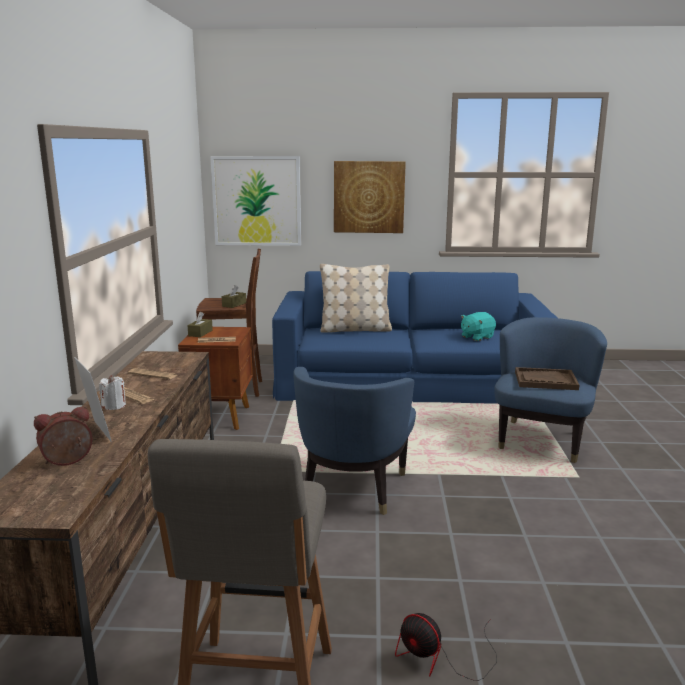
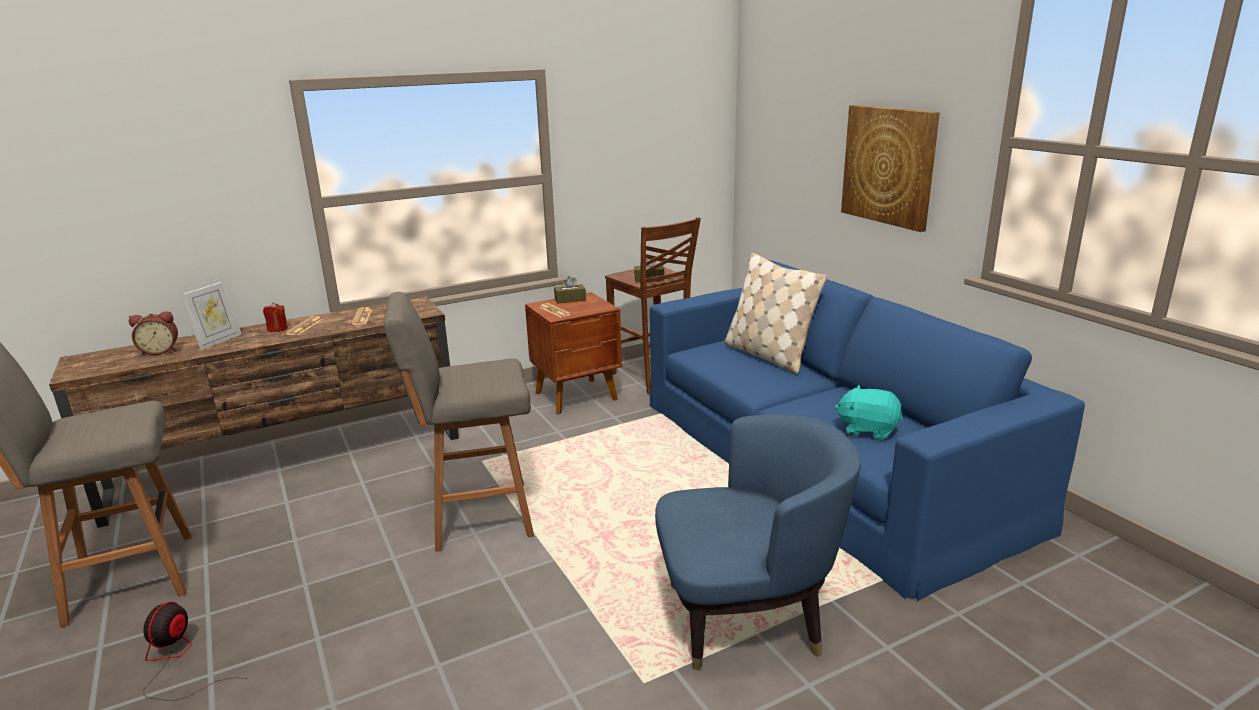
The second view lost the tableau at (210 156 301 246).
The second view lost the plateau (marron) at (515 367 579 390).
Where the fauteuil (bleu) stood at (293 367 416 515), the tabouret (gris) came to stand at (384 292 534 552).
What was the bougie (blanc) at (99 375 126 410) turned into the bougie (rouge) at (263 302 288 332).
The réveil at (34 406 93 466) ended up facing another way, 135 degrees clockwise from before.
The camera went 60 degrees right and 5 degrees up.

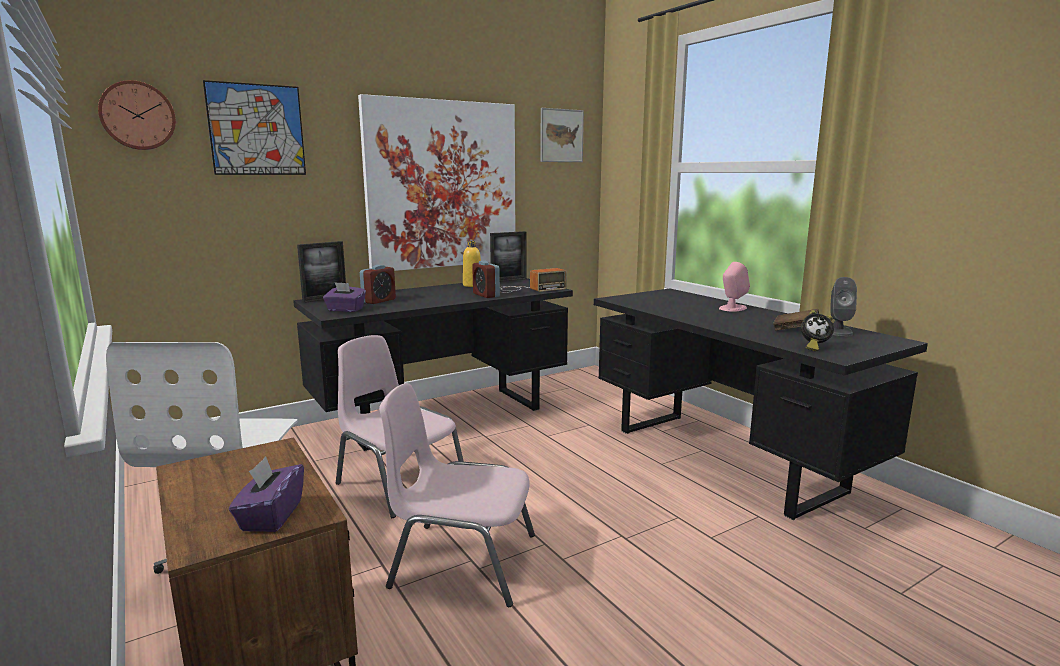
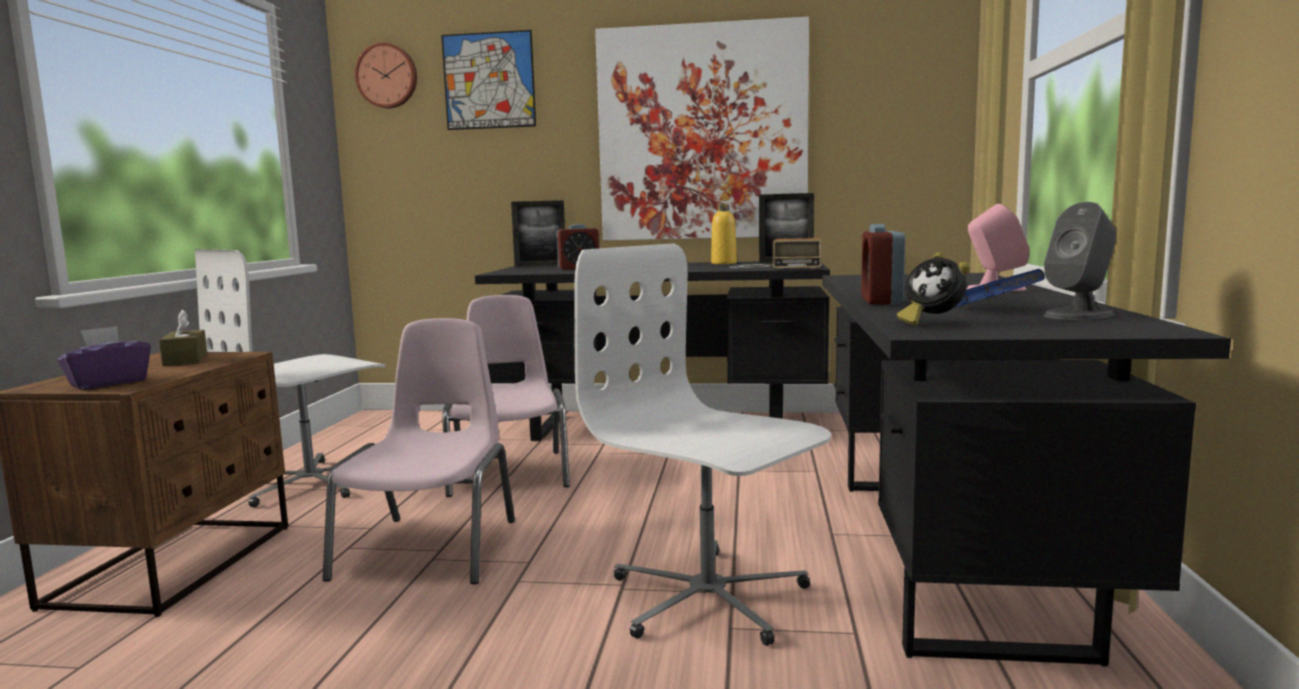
The second view lost the boîte à mouchoirs (violet) at (323 282 366 312).
The second view lost the tableau at (540 108 584 162).
The second view gained the boîte à mouchoirs (marron) at (159 310 207 366).
The second view gained the chaise de bureau (blanc) at (574 243 831 646).
The réveil ended up elsewhere, having gone from (472 261 500 298) to (861 224 905 305).
What was the livre (marron) at (773 309 819 331) turned into the livre (bleu) at (955 269 1045 308).
The chaise (rose) at (379 383 535 607) ended up facing another way, 45 degrees clockwise from before.
The camera went 40 degrees right and 5 degrees down.

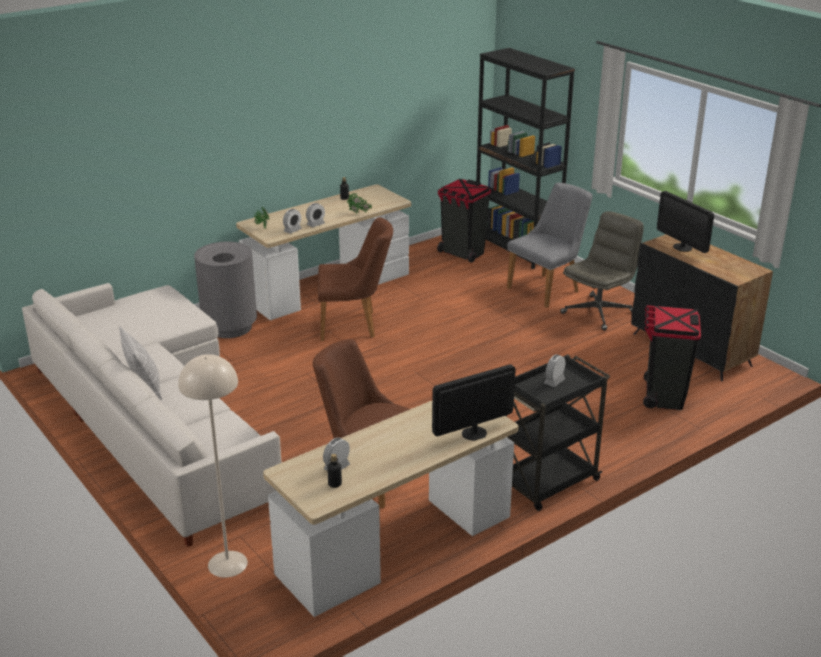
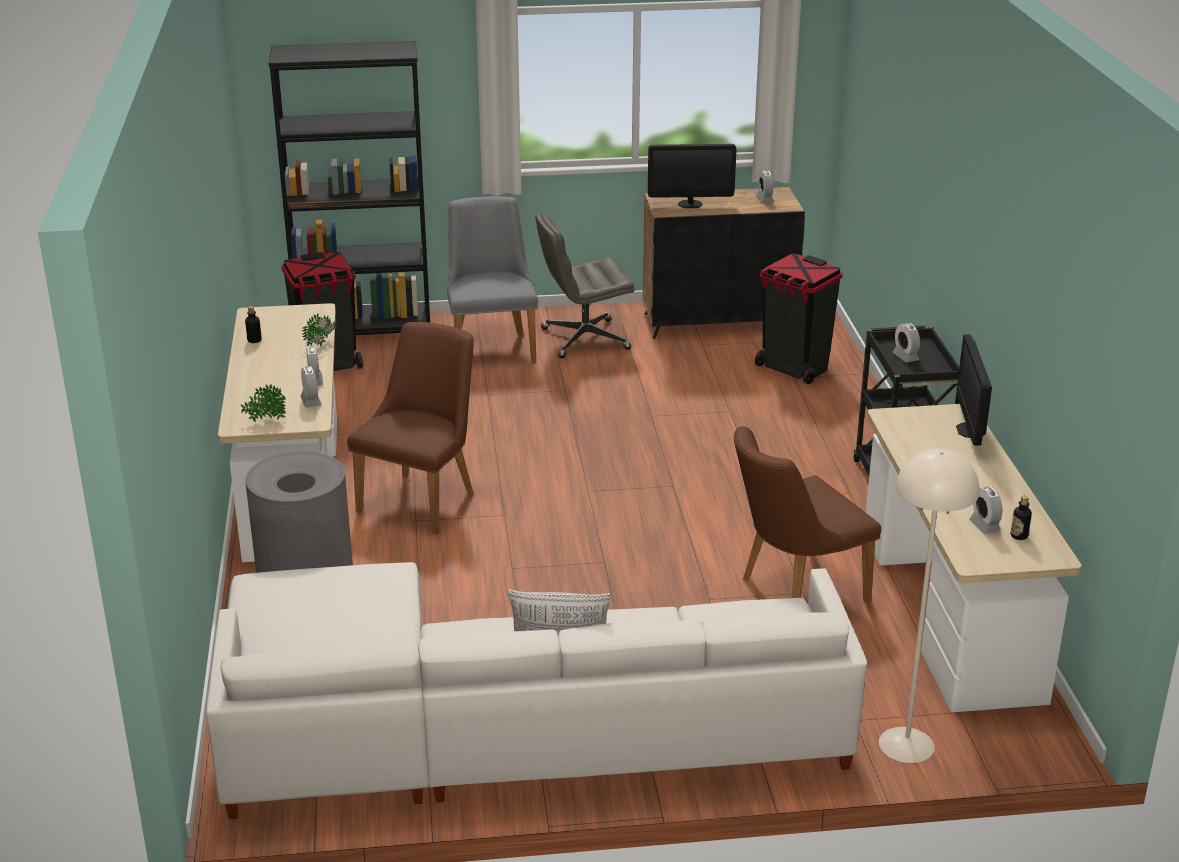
The second view gained the réveil at (756 170 774 203).
The chaise de bureau (gris) at (560 211 644 331) ended up facing another way, 90 degrees counterclockwise from before.
The camera went 60 degrees left and 0 degrees up.

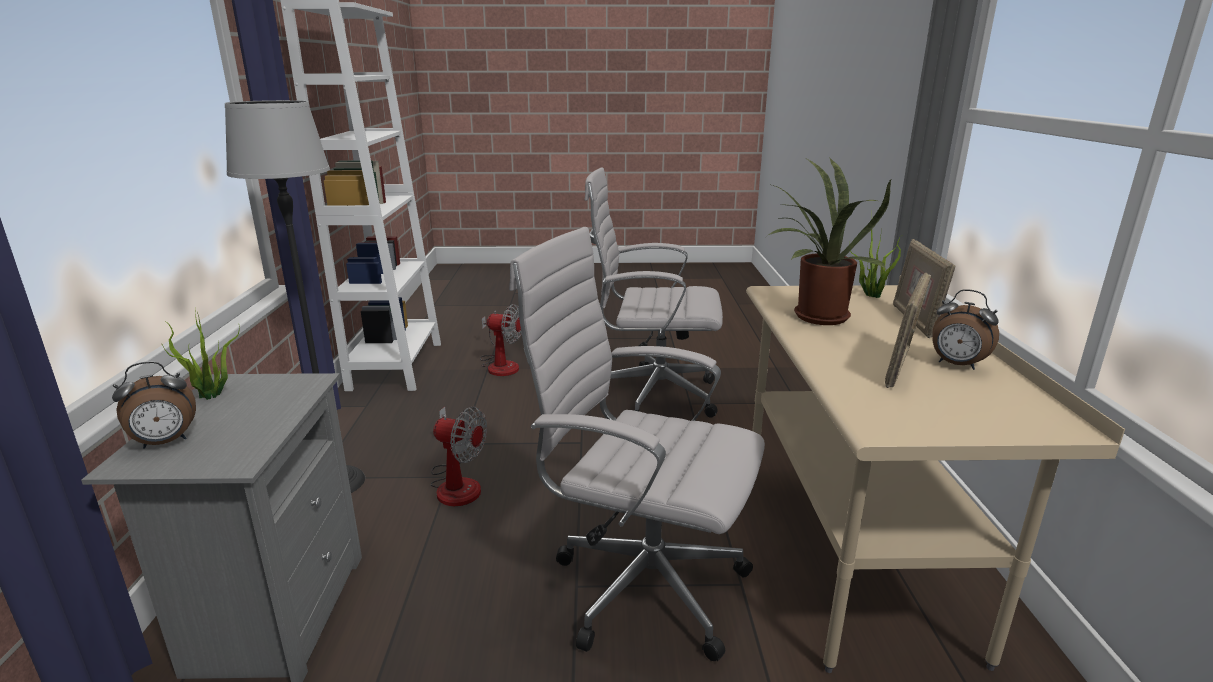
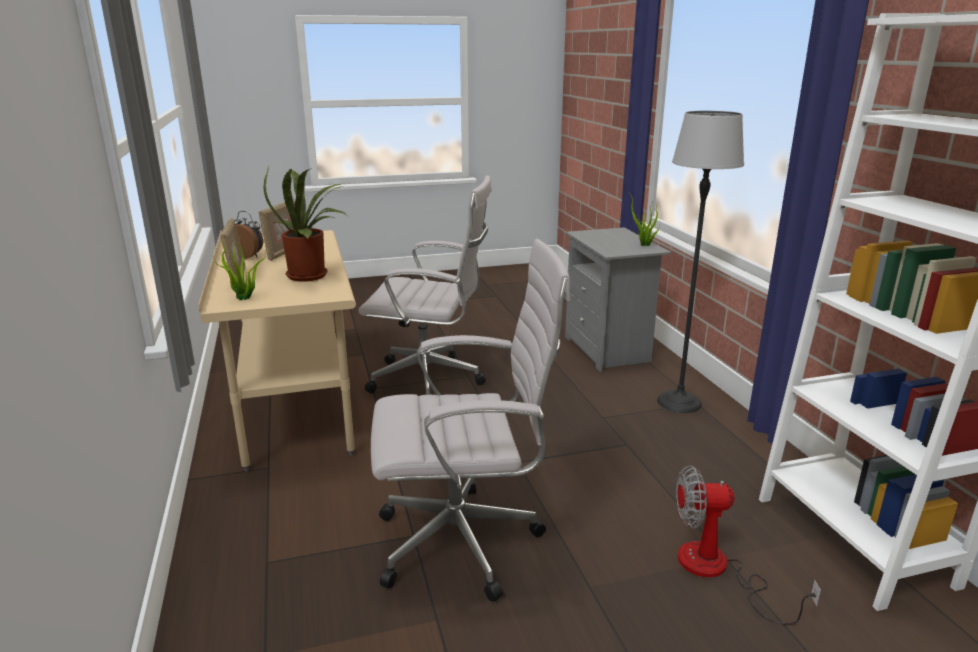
The second view lost the réveil at (112 361 196 449).
The second view lost the ventilateur at (431 407 487 506).
The camera went 165 degrees right and 0 degrees up.

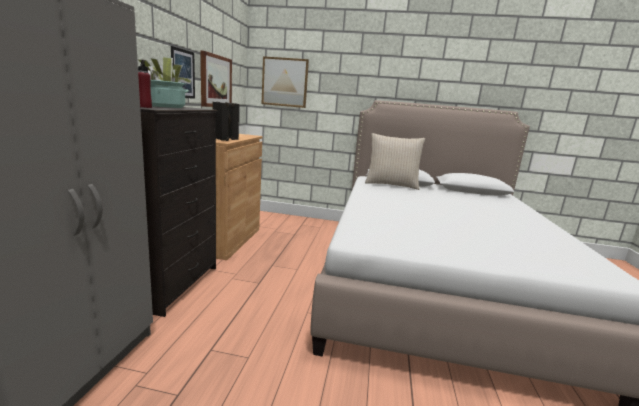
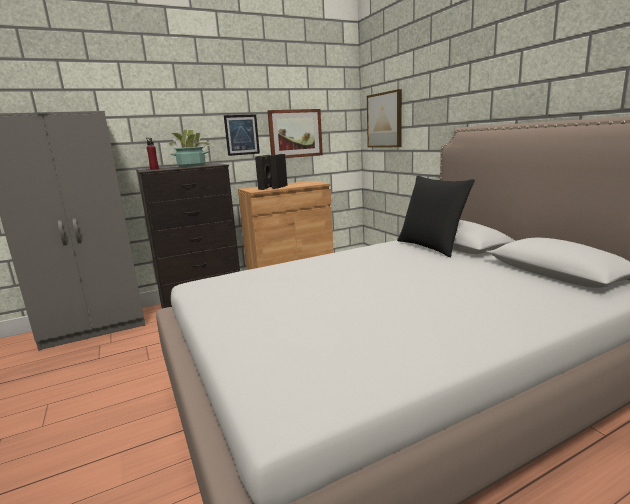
What was the coussin (beige) at (365 133 425 190) turned into the coussin (noir) at (397 175 475 257).
The camera went 55 degrees right and 0 degrees up.

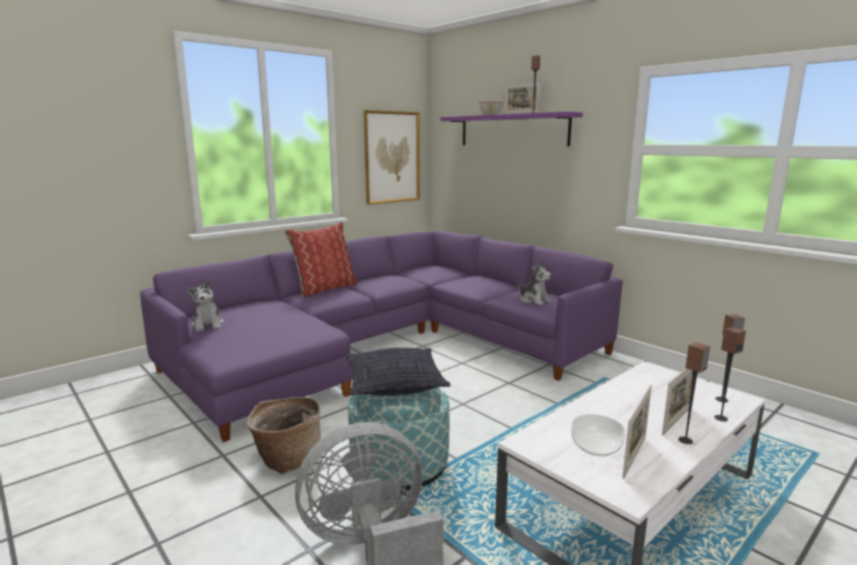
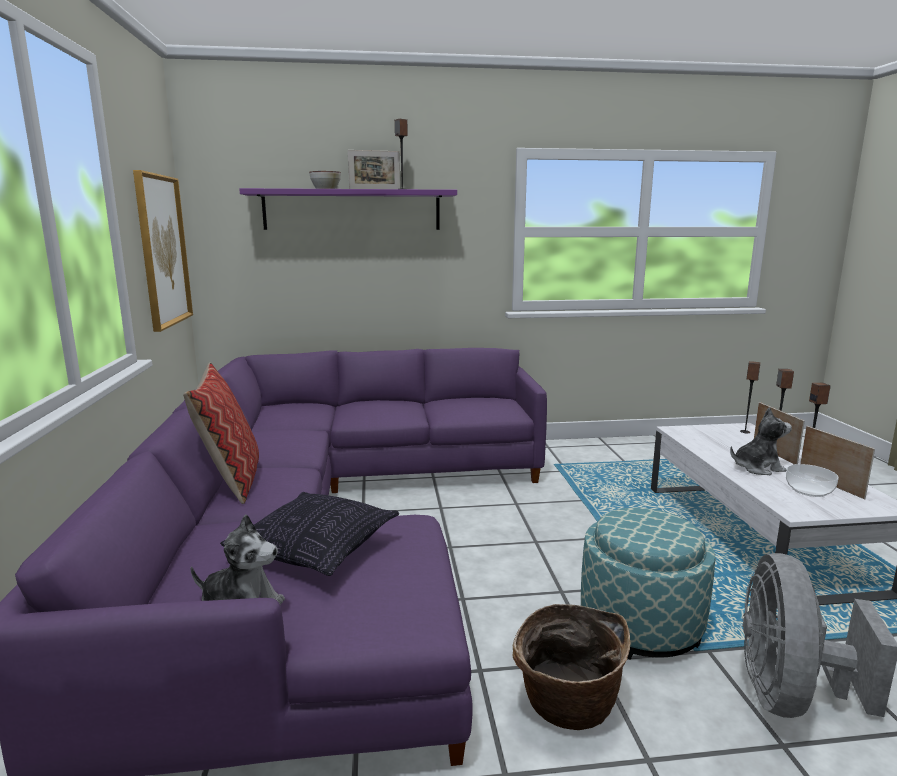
The coussin ended up elsewhere, having gone from (346 348 451 396) to (220 492 399 576).
The peluche ended up elsewhere, having gone from (517 260 552 305) to (730 407 792 475).
The camera went 55 degrees left and 0 degrees up.

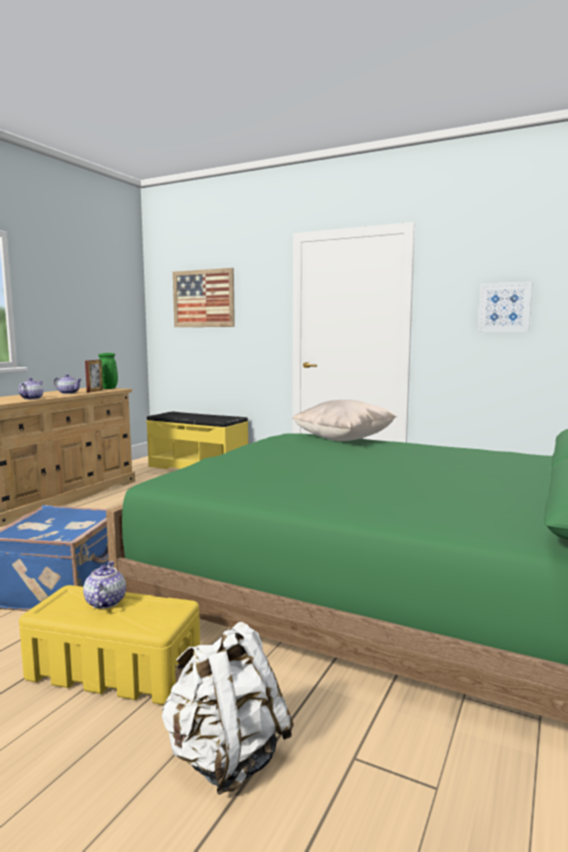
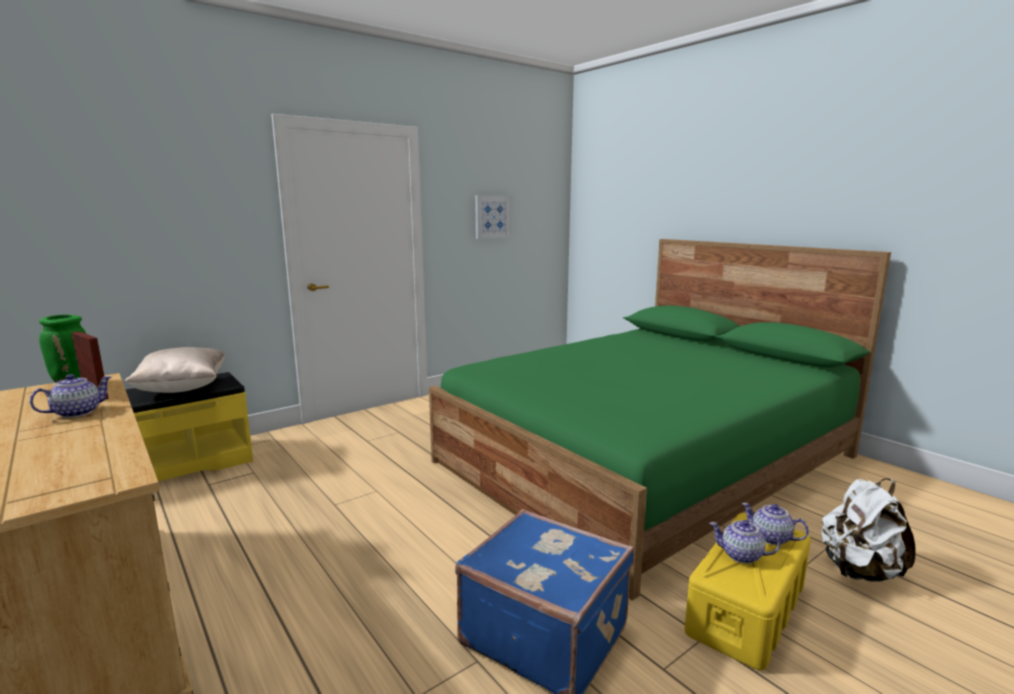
The second view lost the tableau at (173 268 235 327).
The théière ended up elsewhere, having gone from (18 378 43 400) to (742 503 809 545).
The coussin (beige) ended up elsewhere, having gone from (292 400 397 441) to (124 347 226 393).
The camera went 65 degrees left and 5 degrees up.

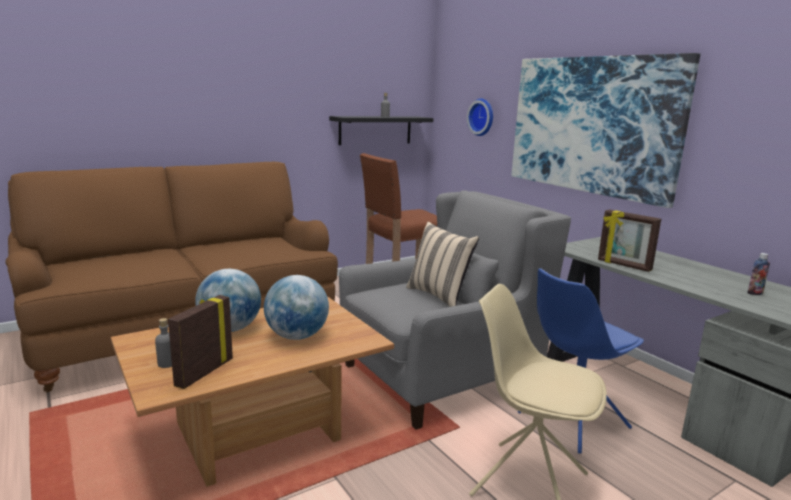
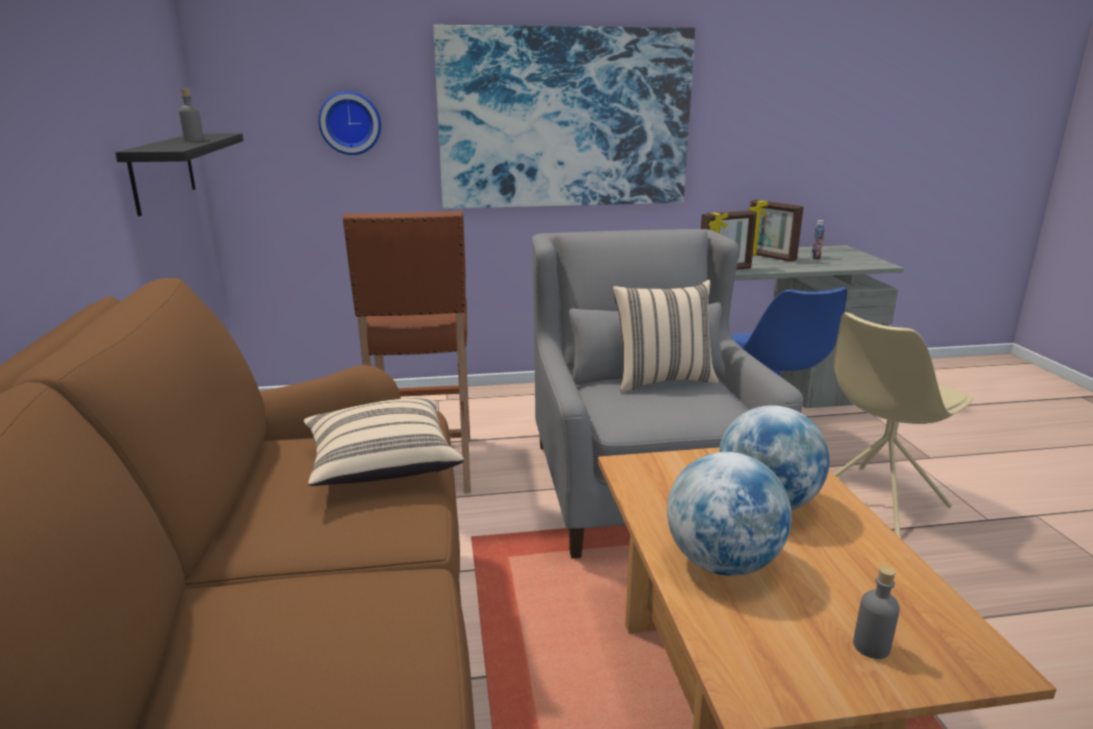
The second view gained the coussin (beige) at (304 398 464 486).
The cadre photo ended up elsewhere, having gone from (168 295 233 389) to (749 200 804 262).
The camera went 65 degrees left and 5 degrees up.

